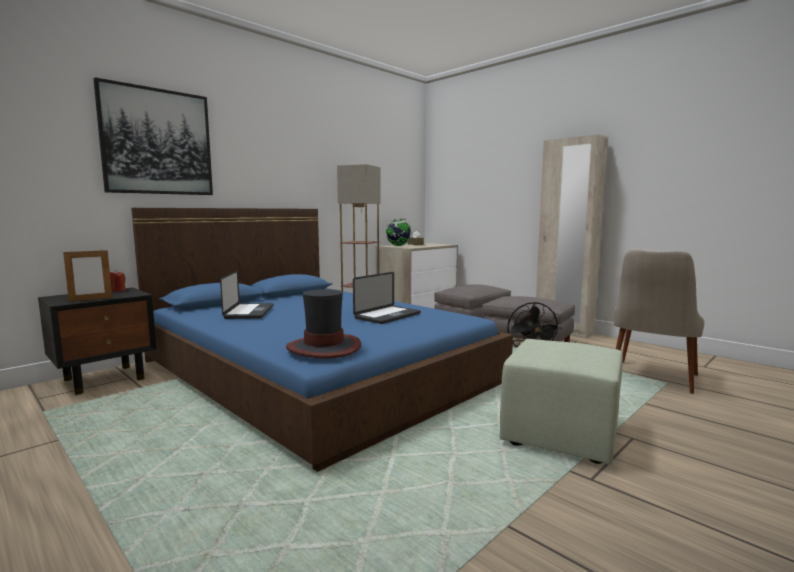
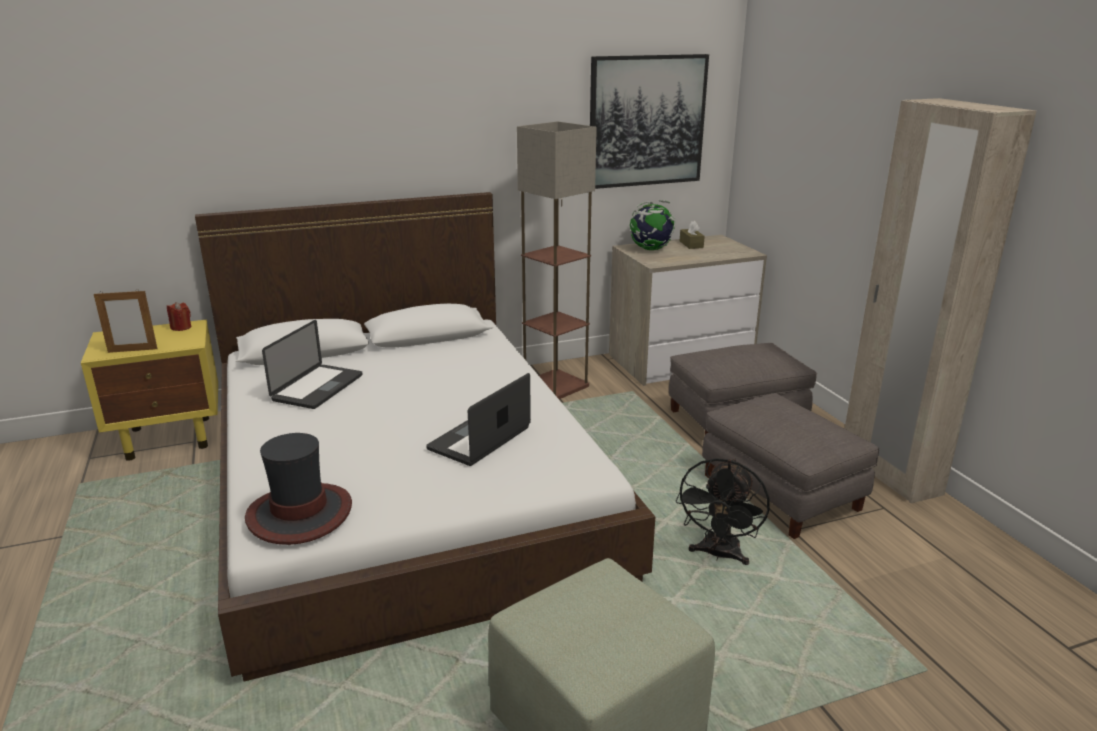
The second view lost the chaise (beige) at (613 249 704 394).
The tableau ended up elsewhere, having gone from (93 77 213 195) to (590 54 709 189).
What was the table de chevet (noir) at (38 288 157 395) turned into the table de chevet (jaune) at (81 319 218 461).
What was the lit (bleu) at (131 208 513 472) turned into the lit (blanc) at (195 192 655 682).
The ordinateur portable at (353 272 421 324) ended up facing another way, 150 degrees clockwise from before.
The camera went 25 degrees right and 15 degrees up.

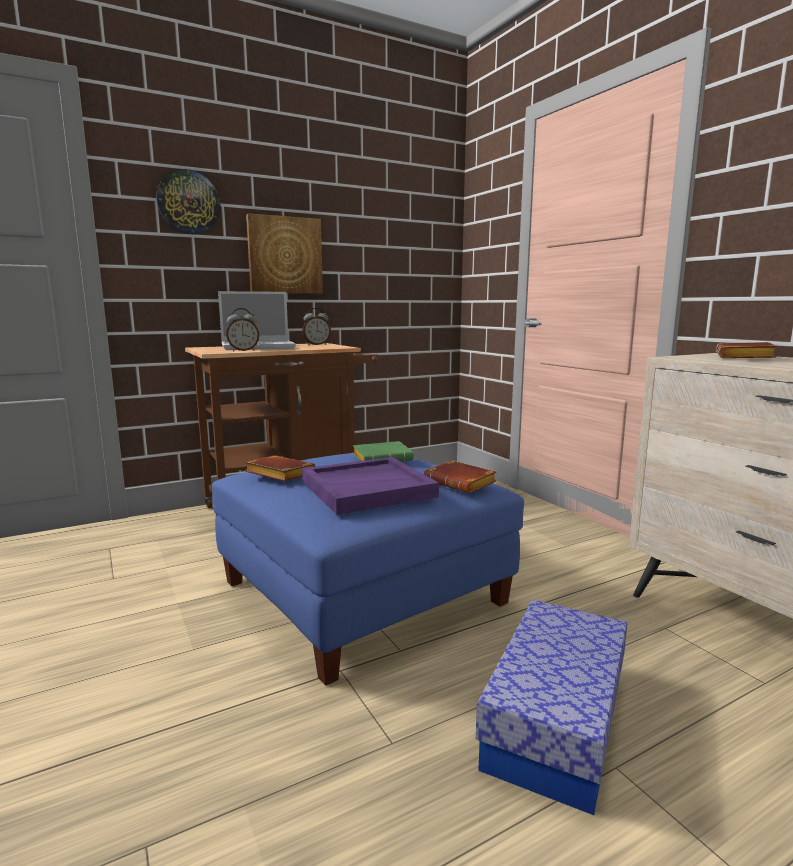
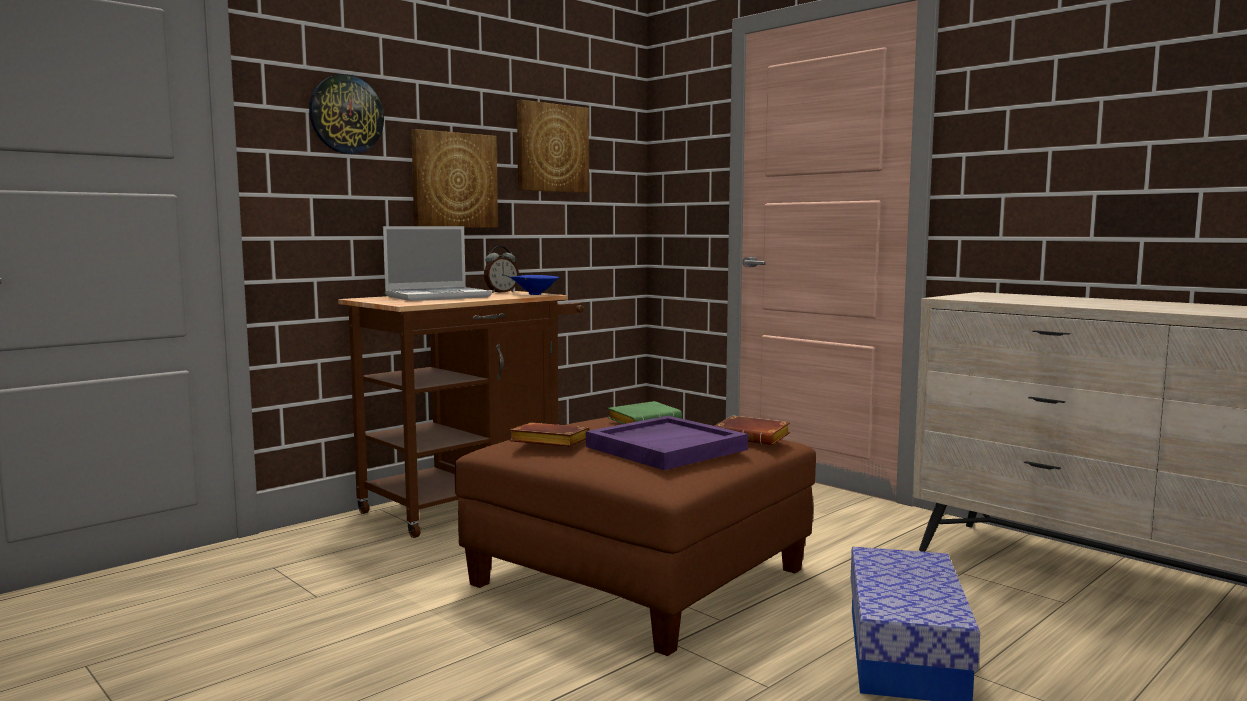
The second view lost the réveil at (226 308 259 351).
The second view lost the livre (marron) at (716 342 777 358).
The second view gained the bol (bleu) at (510 275 559 295).
The second view gained the tableau at (517 100 589 193).
What was the pouf (bleu) at (212 453 524 686) turned into the pouf (marron) at (455 417 816 656).
The camera went 15 degrees left and 5 degrees down.

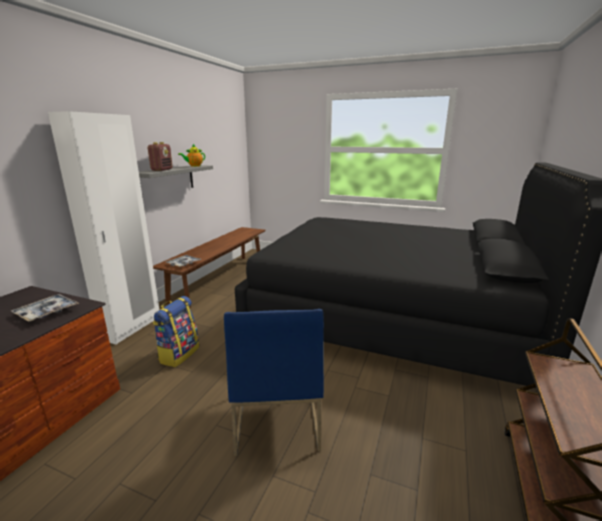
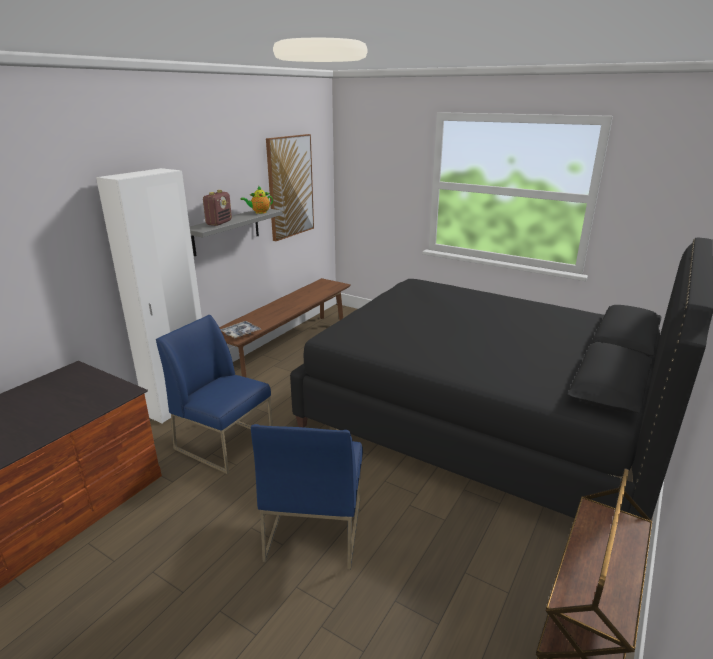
The second view lost the plateau at (11 294 79 322).
The second view gained the tableau at (266 134 314 241).
Where the sac à dos stood at (153 296 199 367), the chaise (bleu) came to stand at (156 315 273 474).
The camera went 10 degrees right and 5 degrees up.

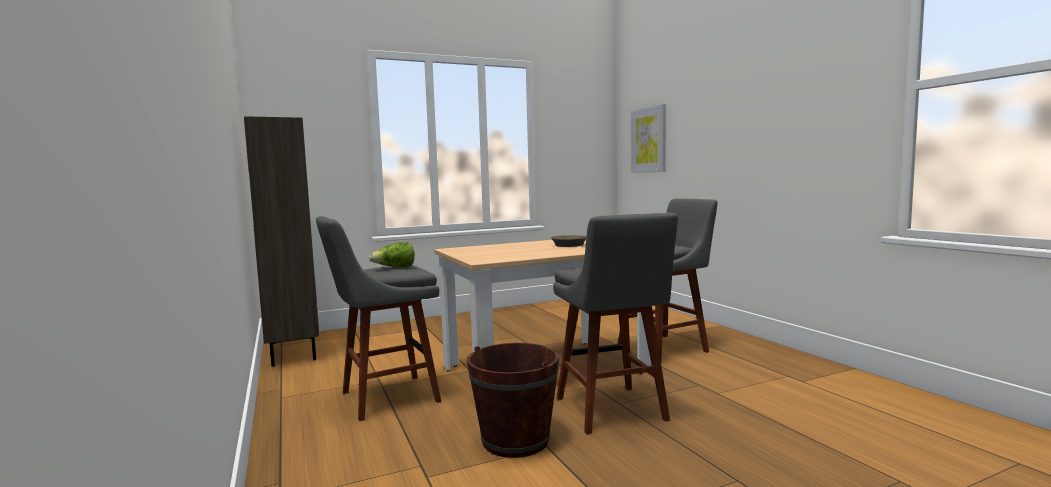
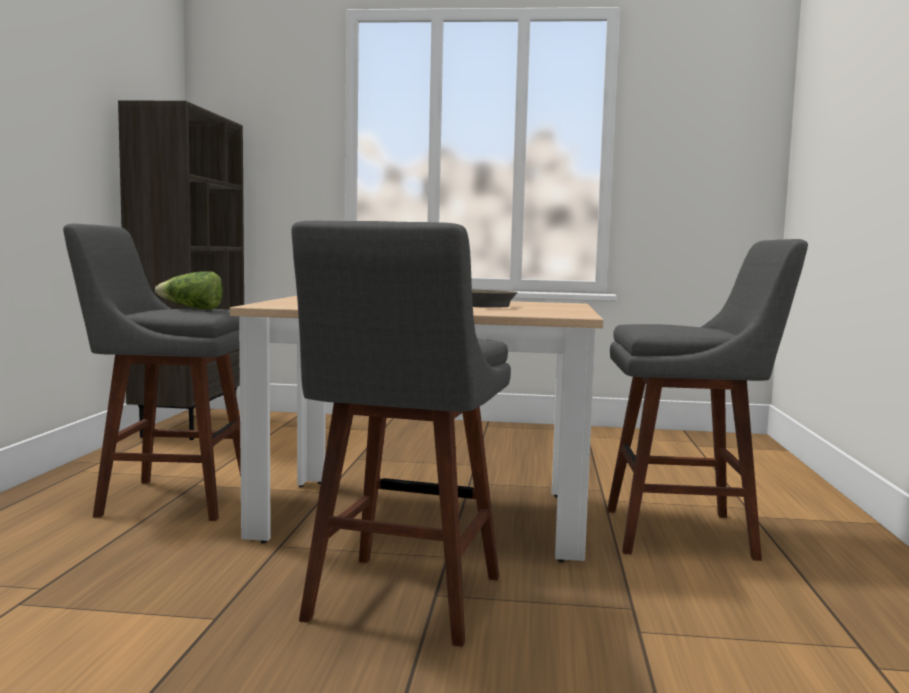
The second view lost the seau (marron) at (467 343 560 458).
The second view lost the tableau at (631 104 666 173).
The camera went 30 degrees right and 0 degrees up.

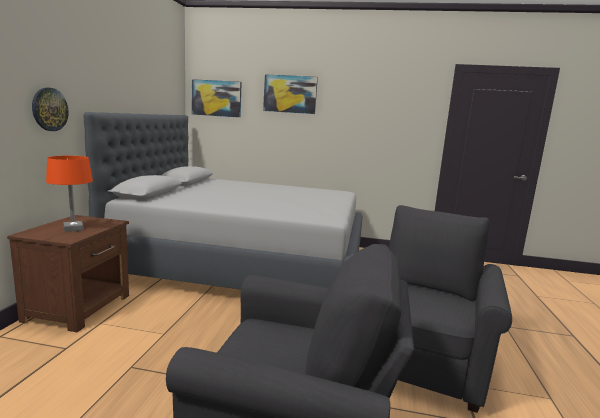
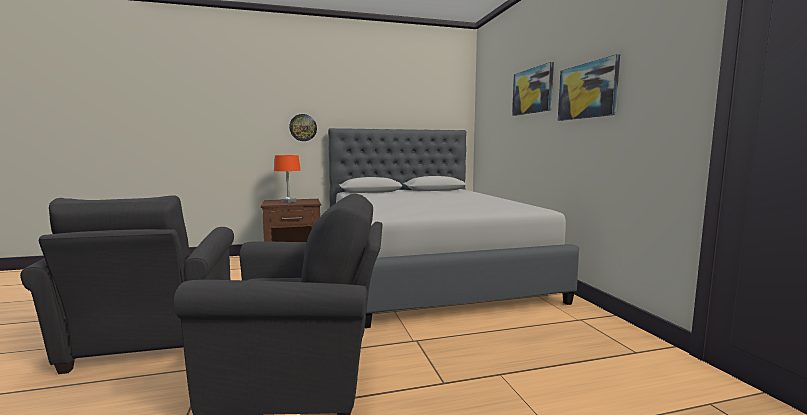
The tableau ended up elsewhere, having gone from (192 79 242 118) to (558 54 620 121).
The camera went 65 degrees right and 5 degrees down.

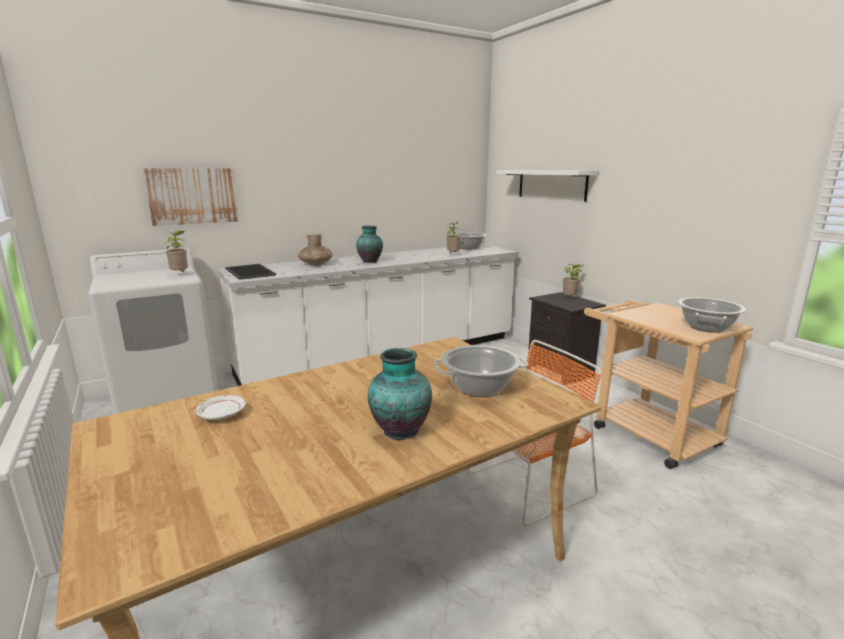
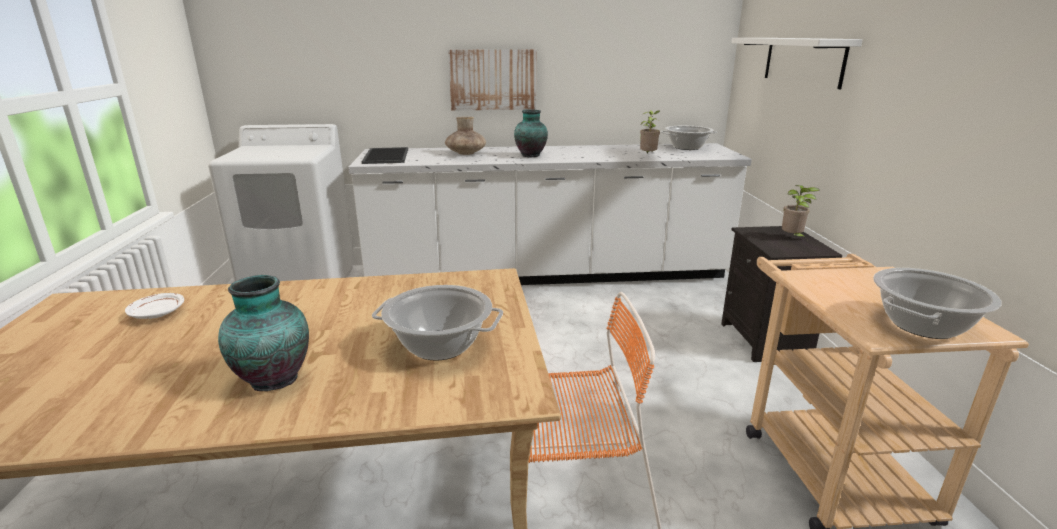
The second view lost the plante en pot at (164 231 188 272).
The tableau ended up elsewhere, having gone from (143 168 239 226) to (448 49 537 110).
The camera went 25 degrees right and 5 degrees up.

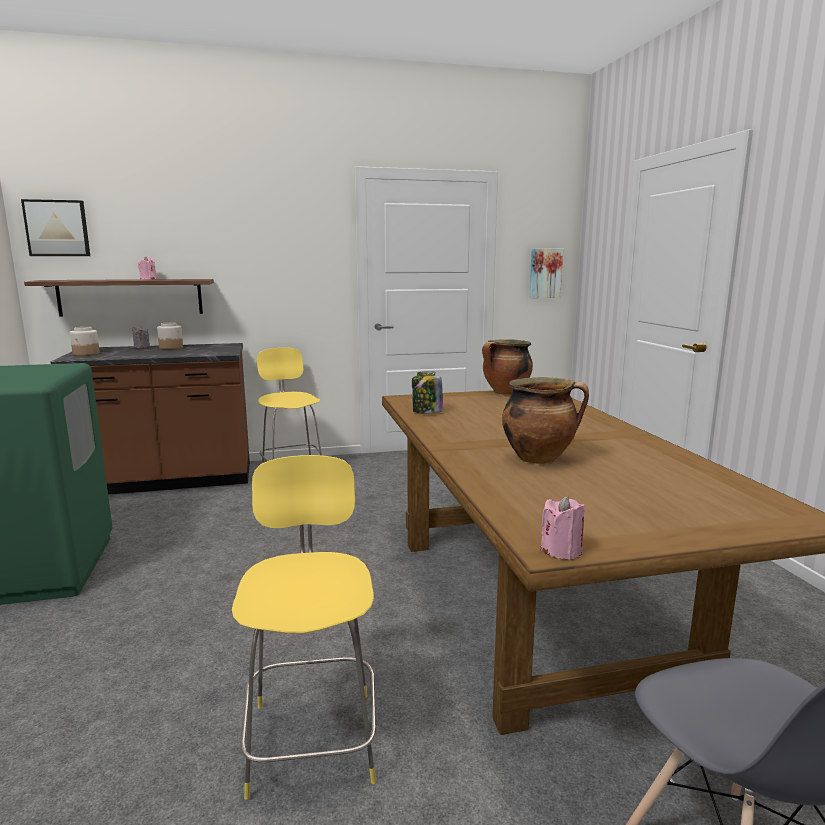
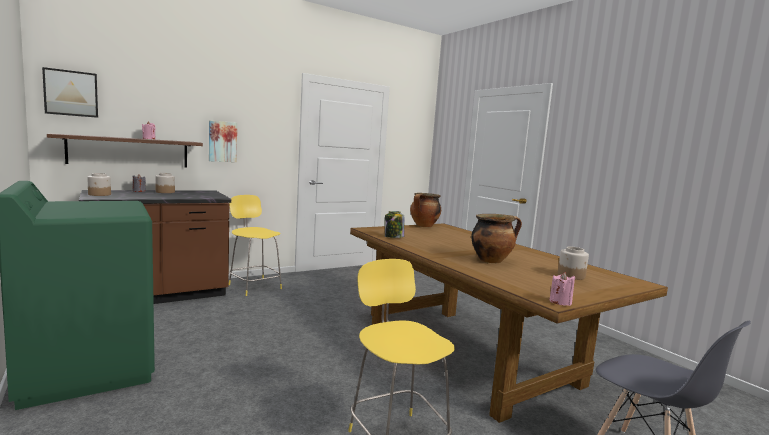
The second view gained the bocal at (558 246 589 280).
The tableau ended up elsewhere, having gone from (529 248 563 298) to (209 120 237 162).
The camera went 20 degrees left and 5 degrees down.

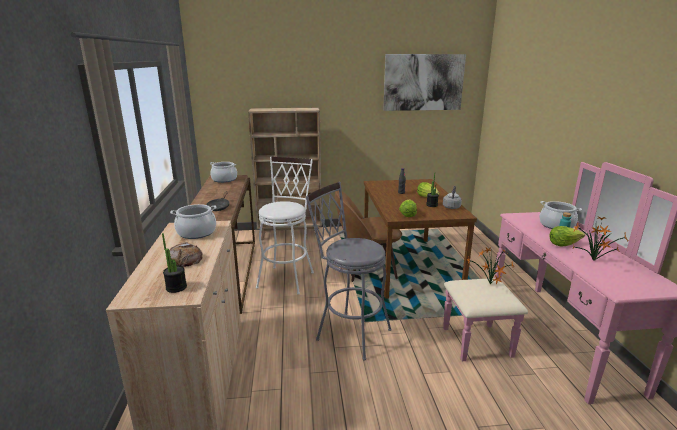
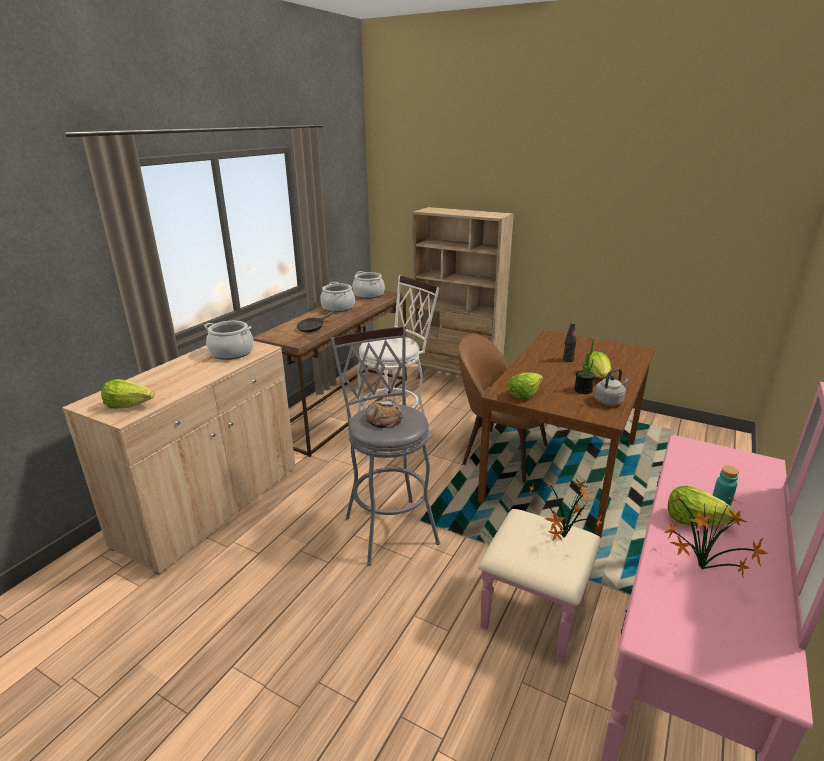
The second view lost the tableau at (383 54 466 111).
The pain ended up elsewhere, having gone from (169 242 203 267) to (365 399 403 428).
The marmite ended up elsewhere, having gone from (540 201 582 229) to (320 282 355 312).
Where the plante en pot stood at (162 233 187 293), the laitue came to stand at (101 379 155 409).
The camera went 35 degrees right and 5 degrees up.

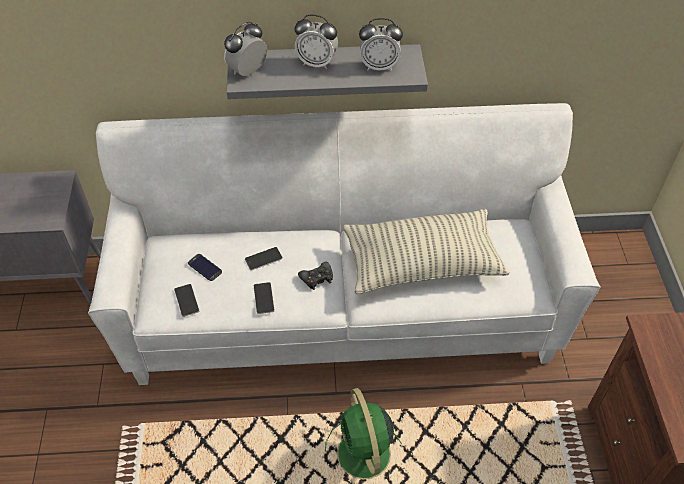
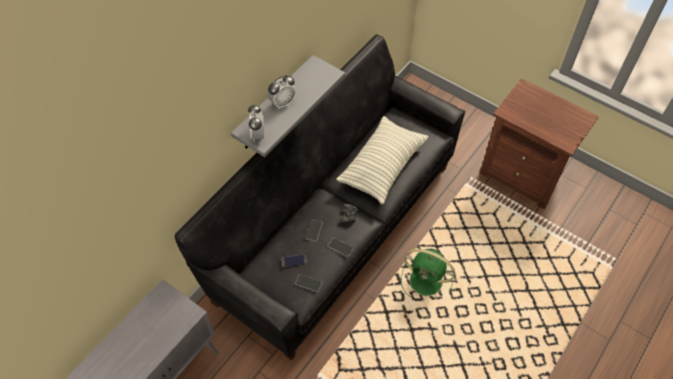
The second view lost the réveil at (359 18 403 71).
What was the canapé (blanc) at (88 103 601 385) turned into the canapé (noir) at (175 34 465 361).
The camera went 50 degrees left and 5 degrees up.

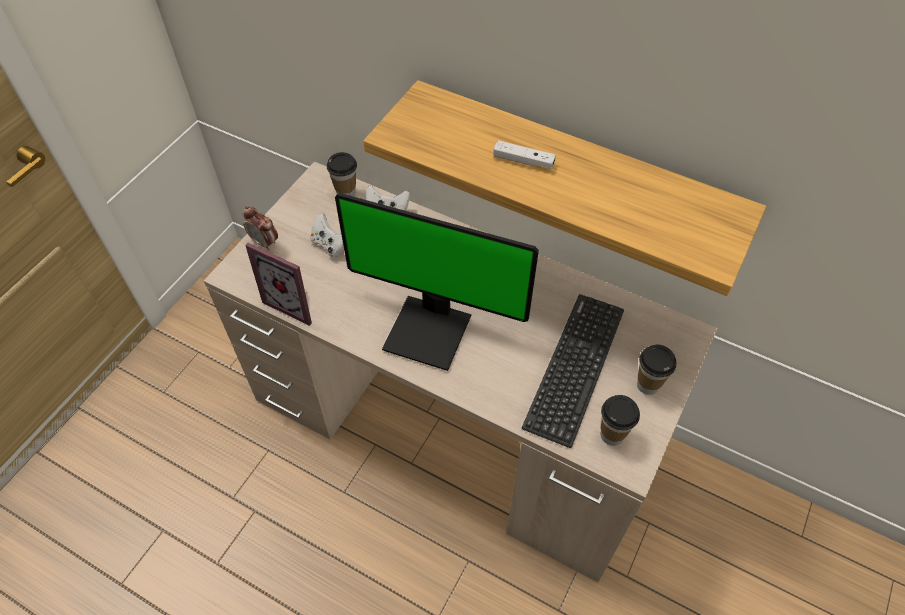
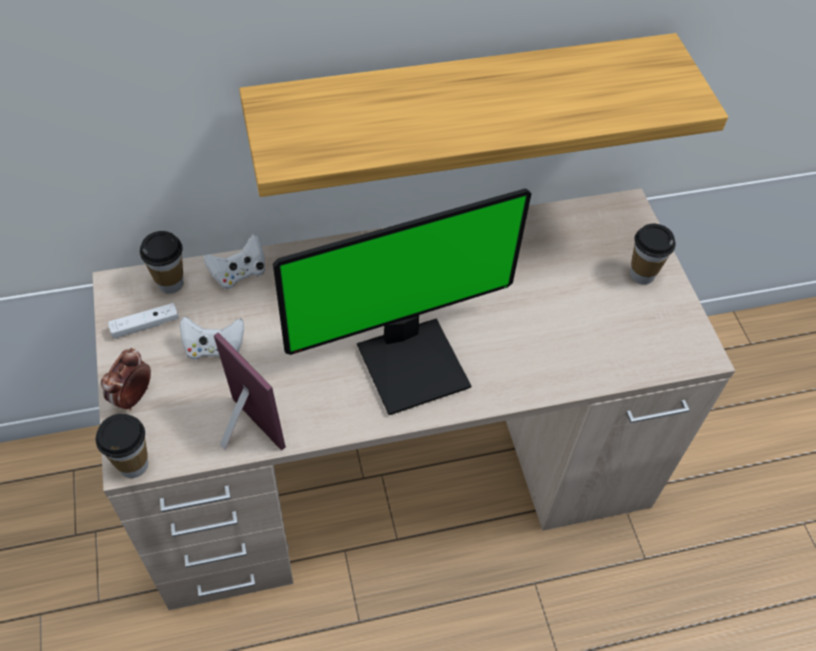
The second view lost the clavier at (522 294 624 448).
The manette (blanc) ended up elsewhere, having gone from (494 140 556 169) to (108 303 179 339).
The tasse ended up elsewhere, having gone from (601 395 640 446) to (95 414 148 478).
The réveil at (243 206 278 250) ended up facing another way, 120 degrees clockwise from before.
The cadre photo at (245 243 312 326) ended up facing another way, 120 degrees counterclockwise from before.
The camera went 45 degrees left and 0 degrees up.

